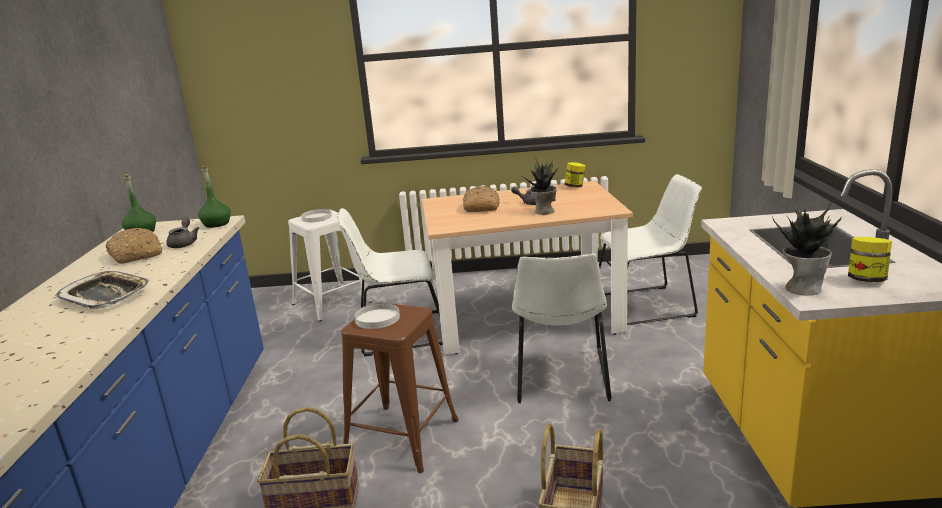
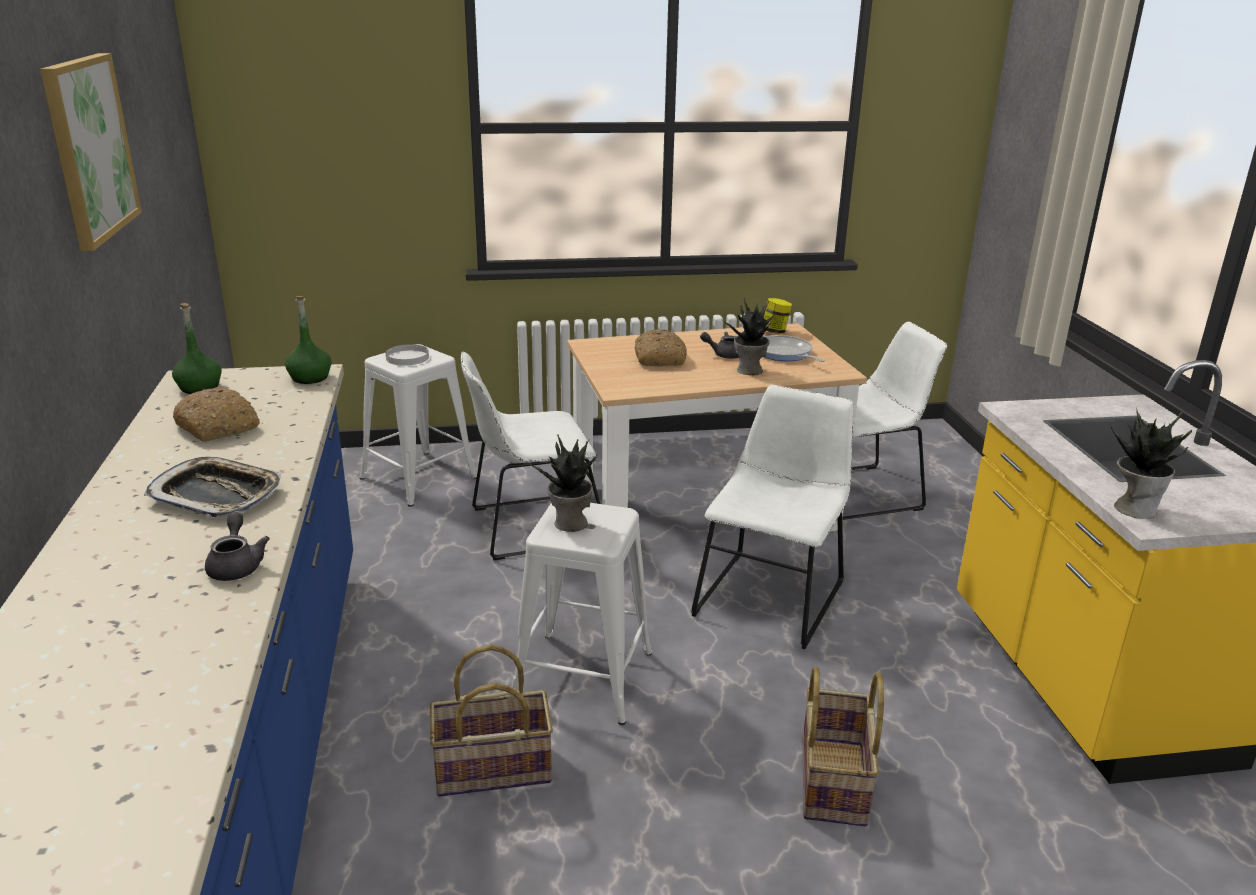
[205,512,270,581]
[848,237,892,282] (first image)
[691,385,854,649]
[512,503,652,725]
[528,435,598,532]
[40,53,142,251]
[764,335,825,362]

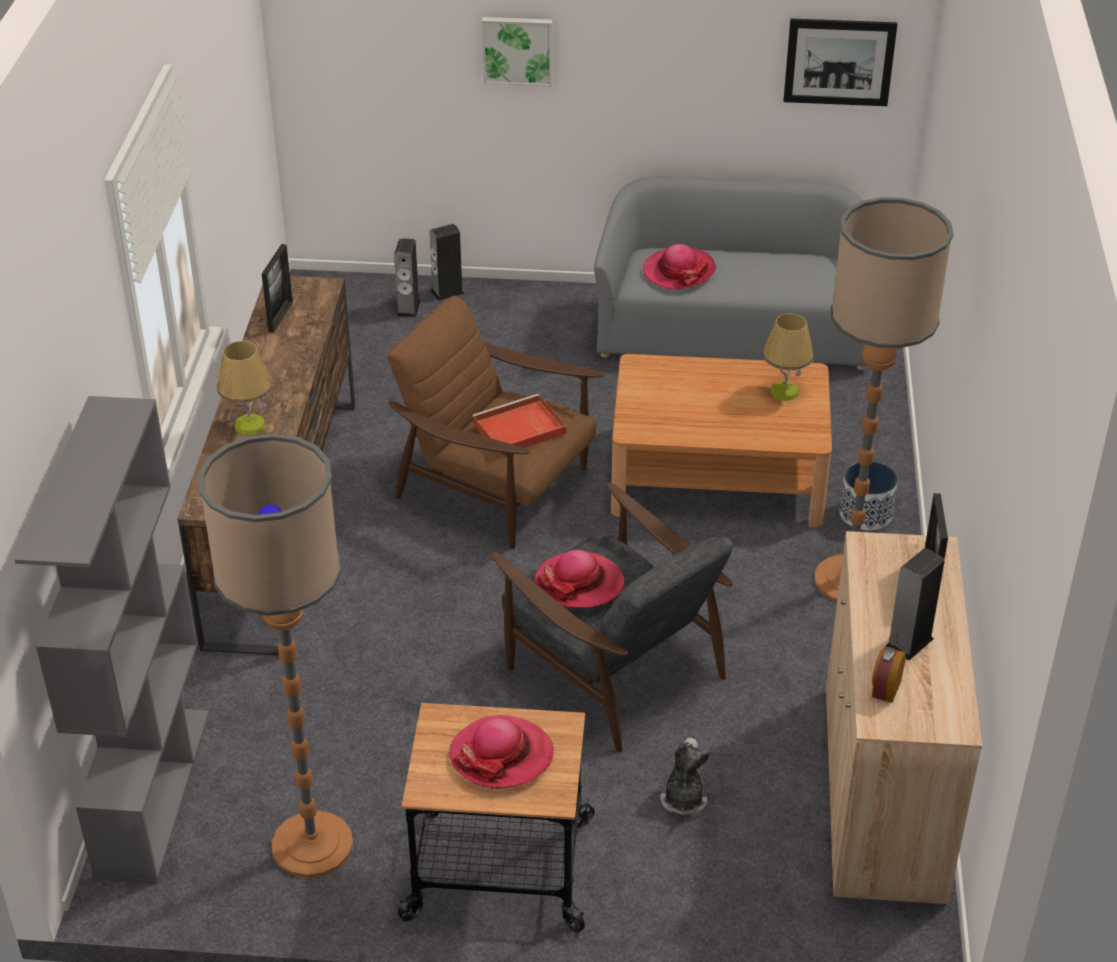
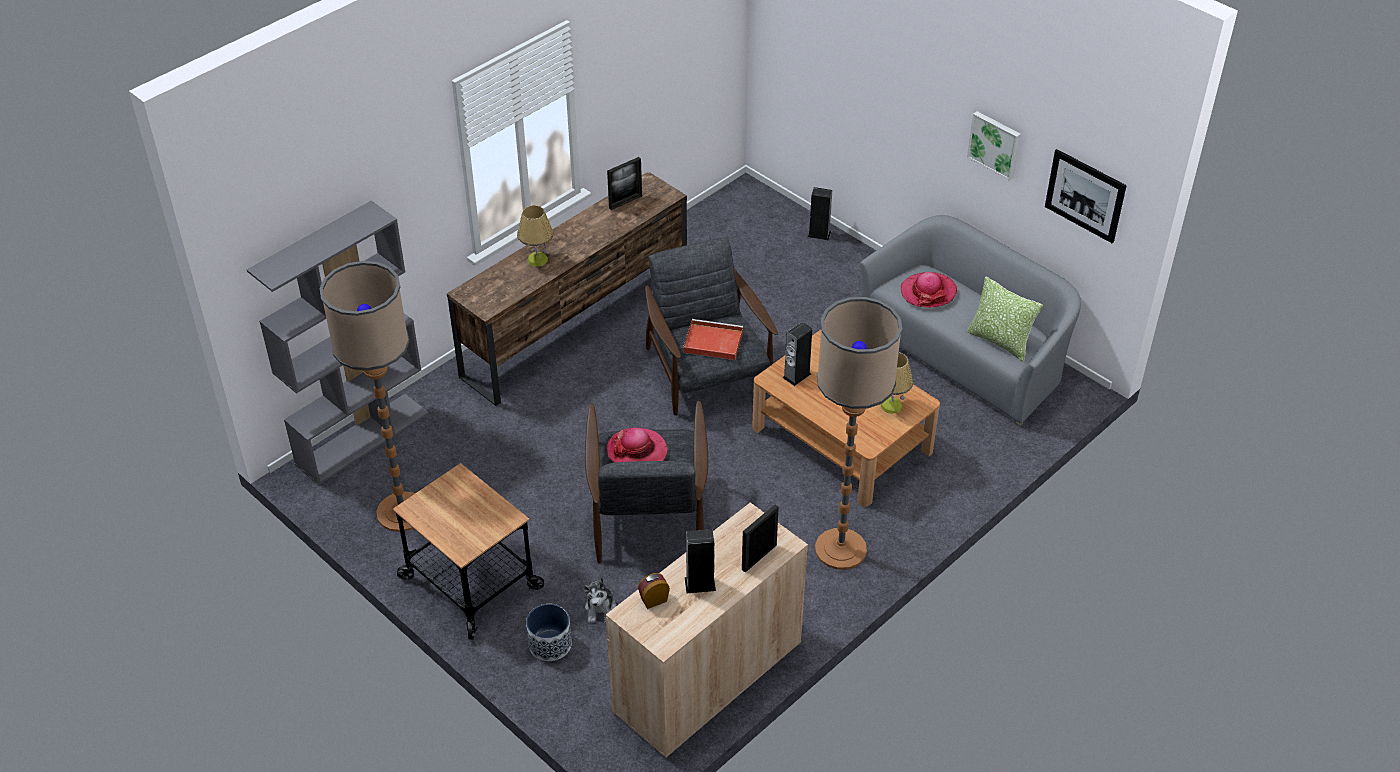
[967,111,1021,181]
[783,322,812,386]
[645,238,778,415]
[526,604,572,661]
[449,715,554,790] (first image)
[582,576,616,623]
[967,276,1043,361]

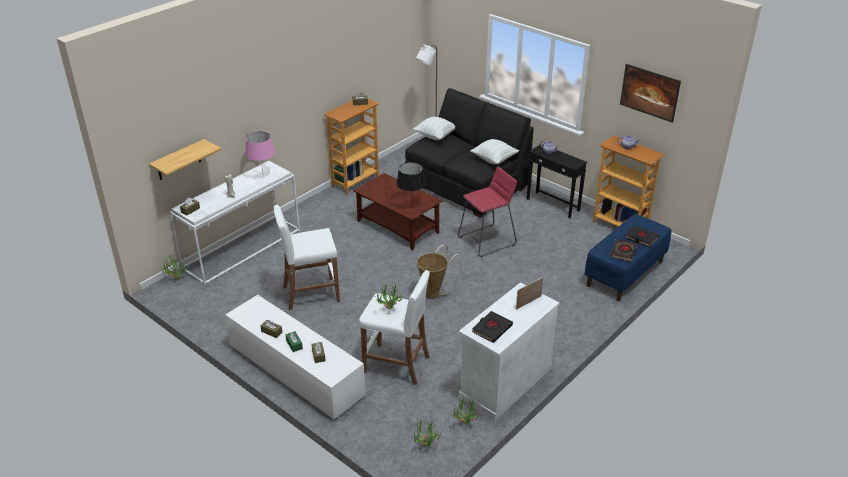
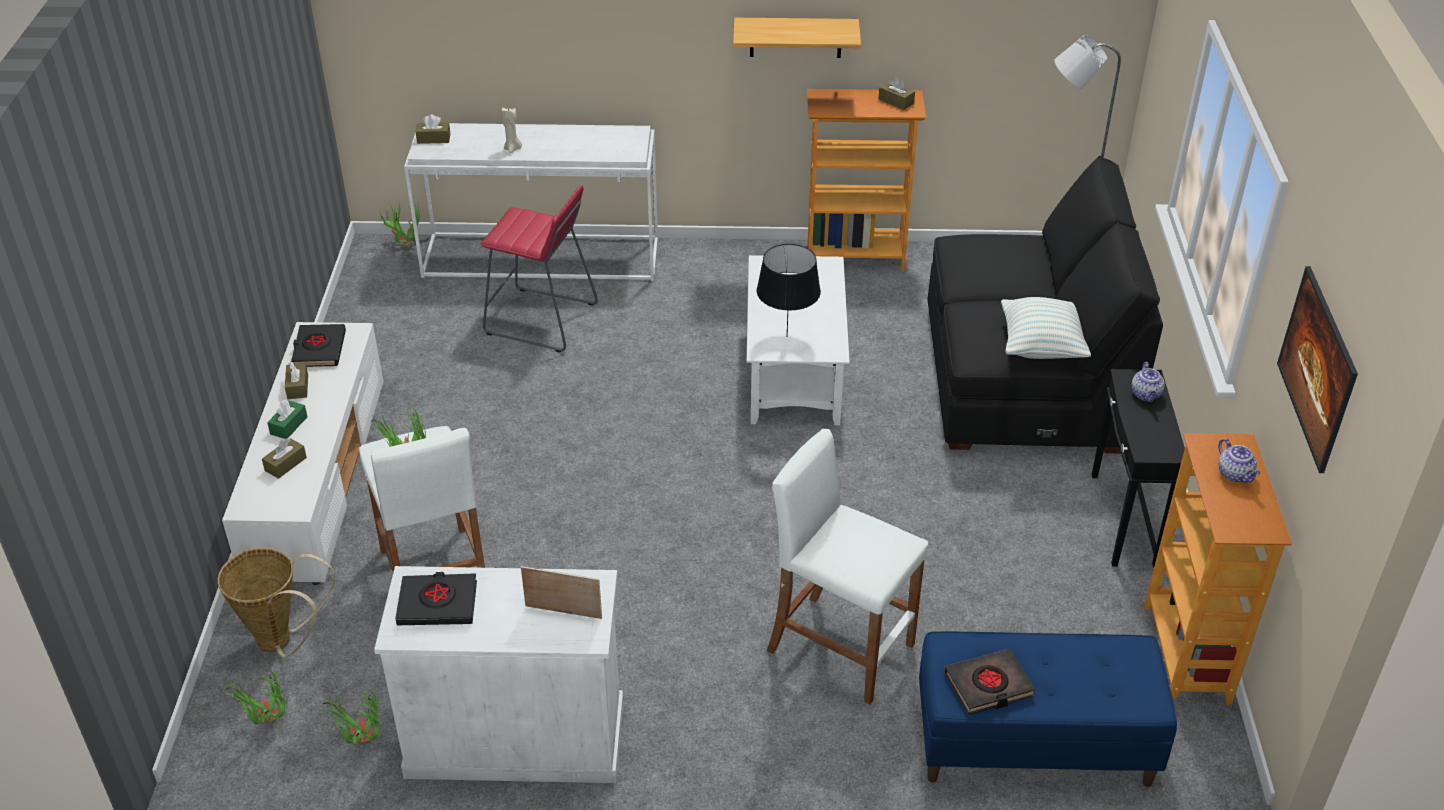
[413,116,455,140] (first image)
[245,131,275,172] (first image)
[733,18,861,58]
[480,185,598,353]
[747,255,850,426]
[767,429,928,704]
[291,324,346,367]
[218,548,335,657]

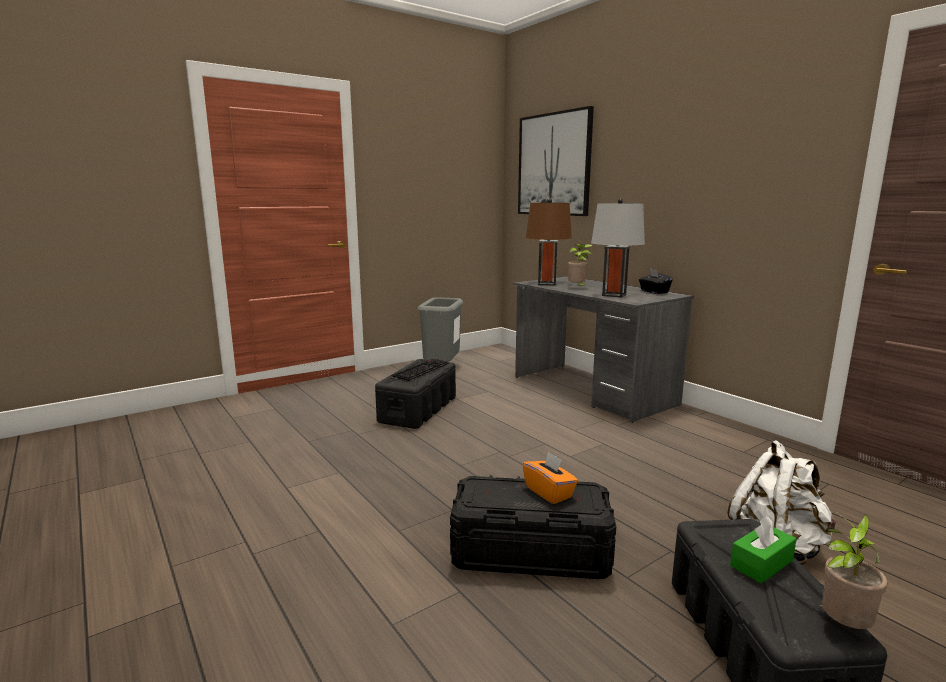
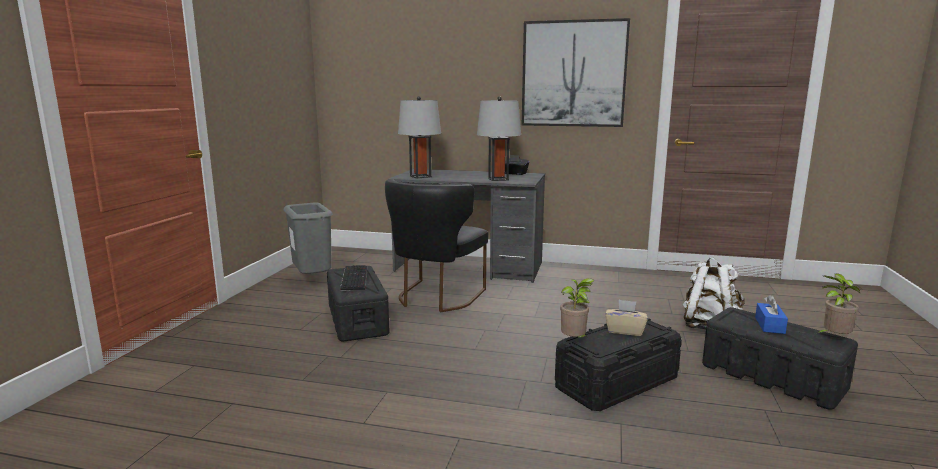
[522,18,630,127]
[398,96,441,179]
[560,278,595,338]
[605,300,648,336]
[755,295,788,334]
[385,179,488,312]

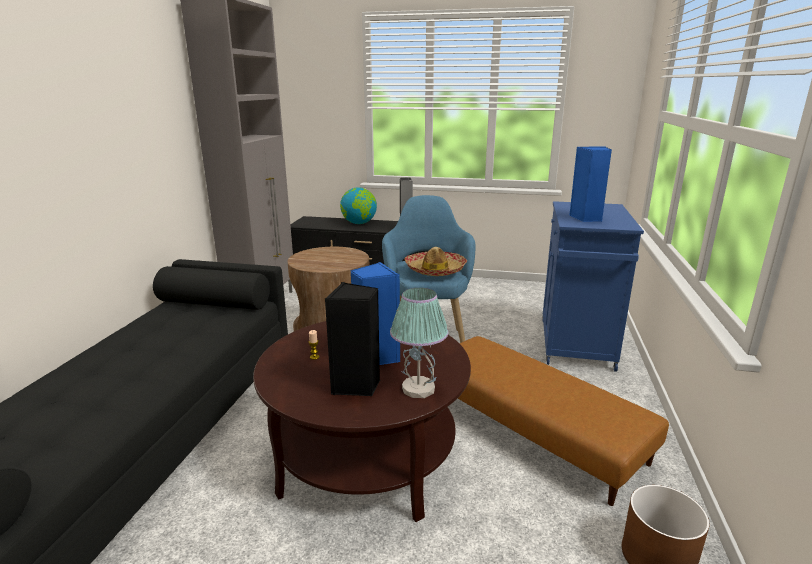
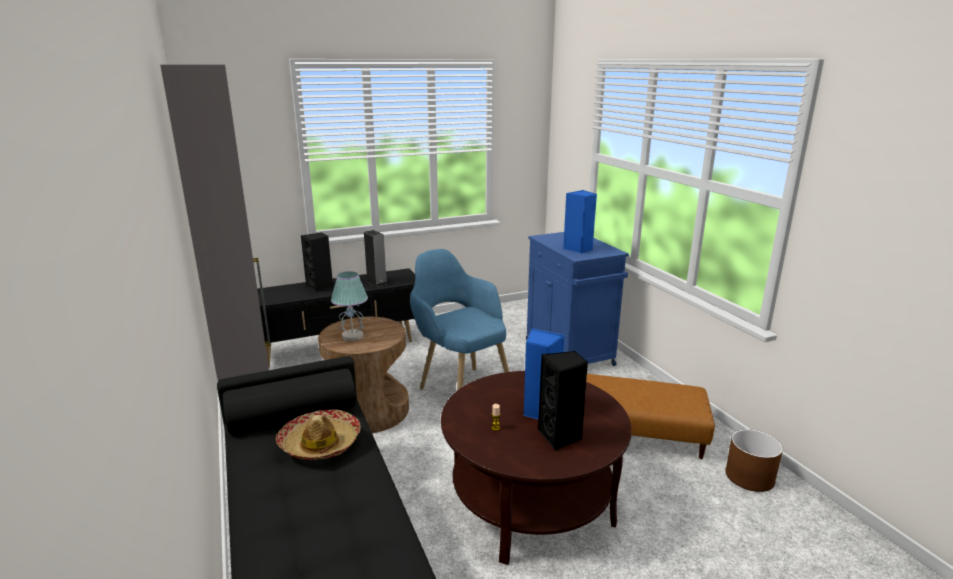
[301,233,333,292]
[276,410,361,460]
[331,271,368,341]

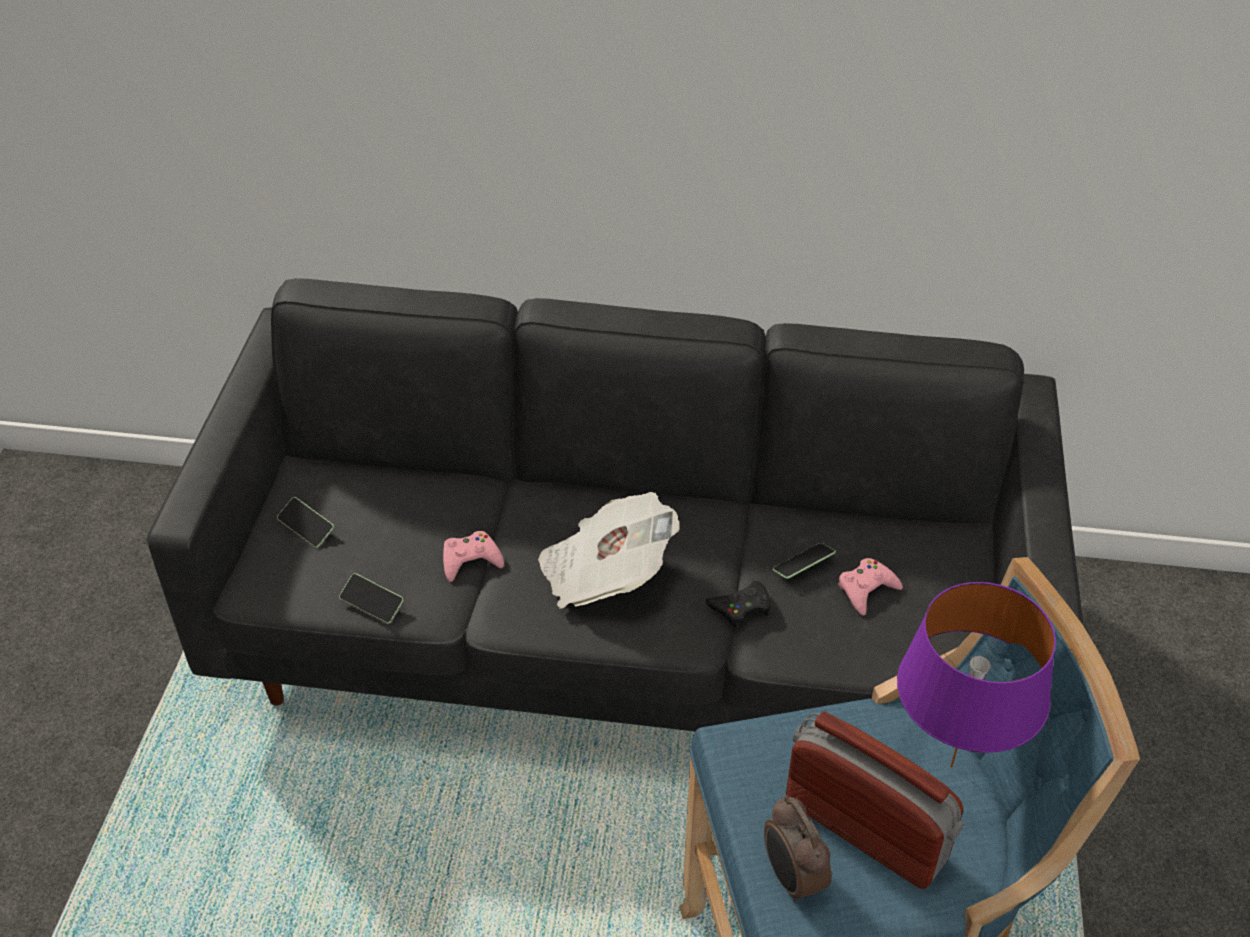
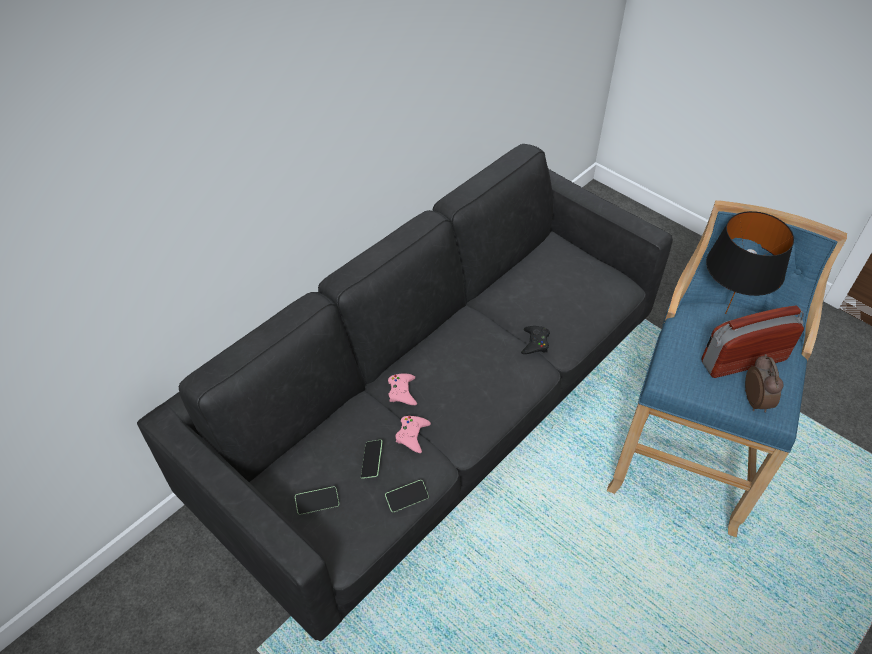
[538,492,680,609] (first image)
[361,440,383,479]
[388,373,417,405]
[706,211,794,314]
[745,354,784,413]

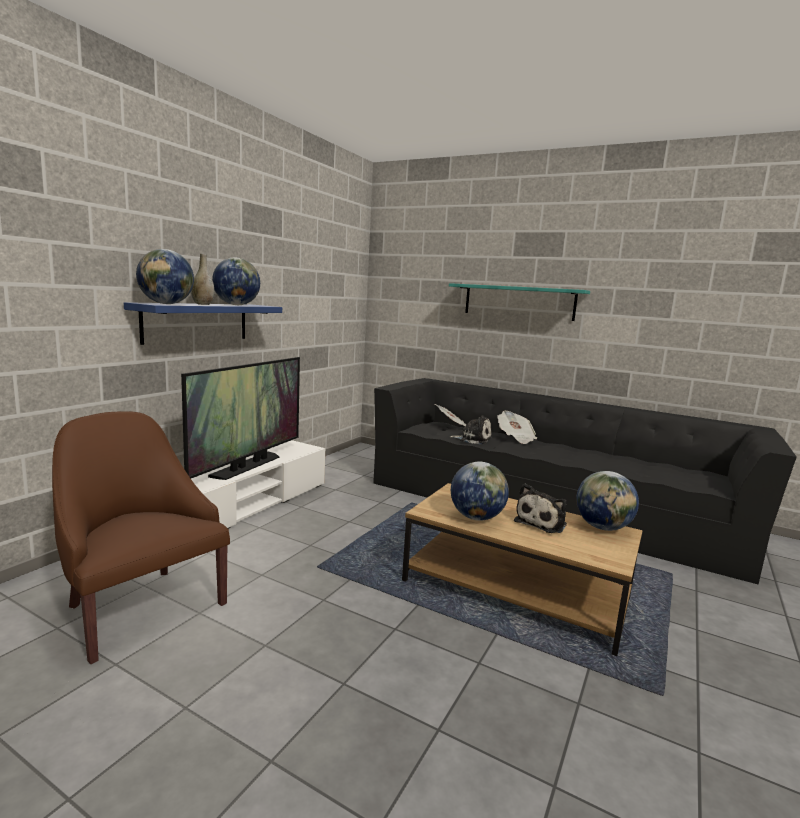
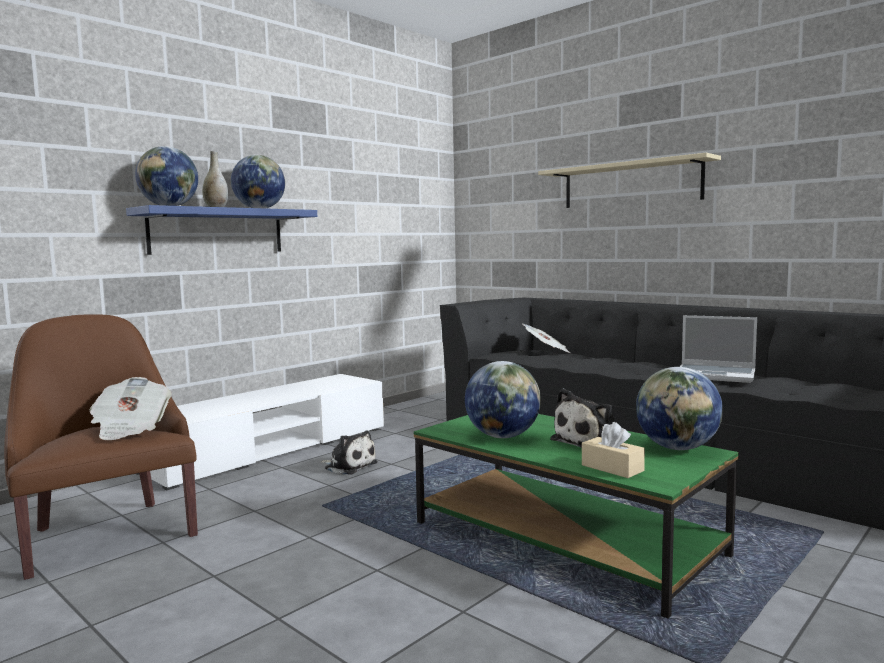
[538,153,721,208]
[181,357,300,480] (first image)
[89,377,172,440]
[321,431,378,474]
[414,414,739,619]
[680,315,757,383]
[582,422,645,478]

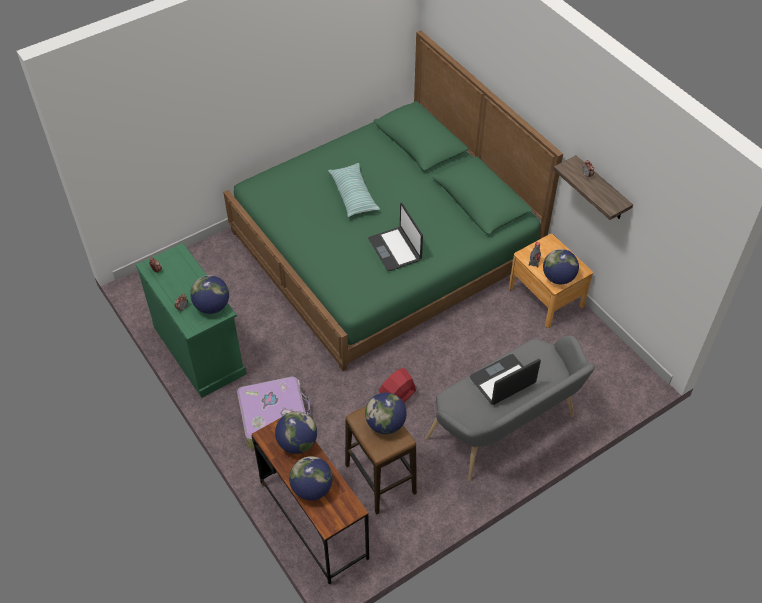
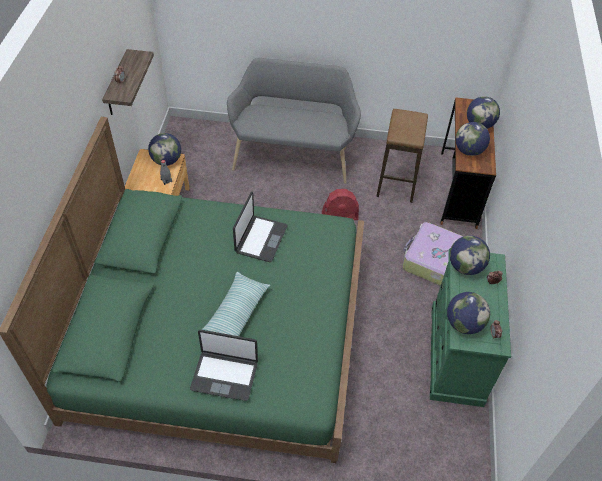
[190,330,258,401]
[447,292,490,334]

